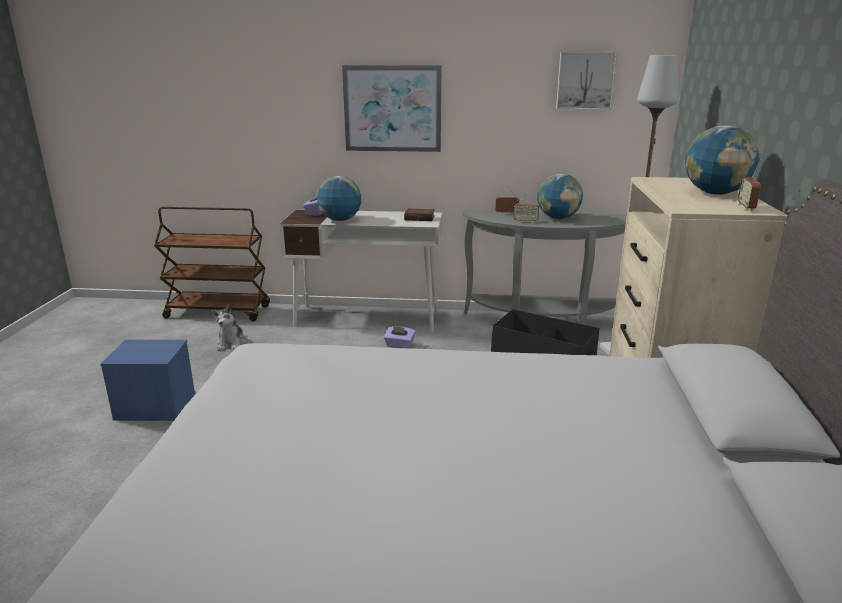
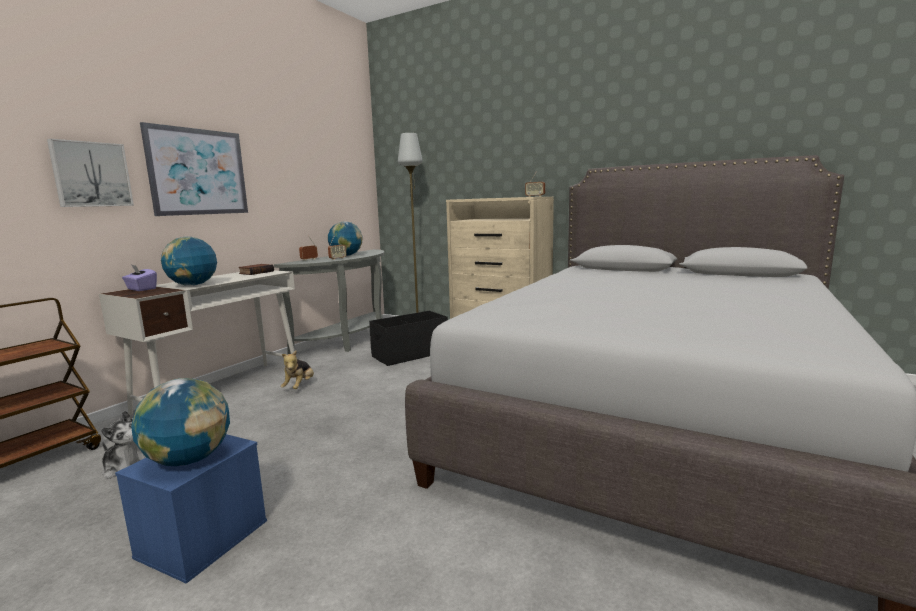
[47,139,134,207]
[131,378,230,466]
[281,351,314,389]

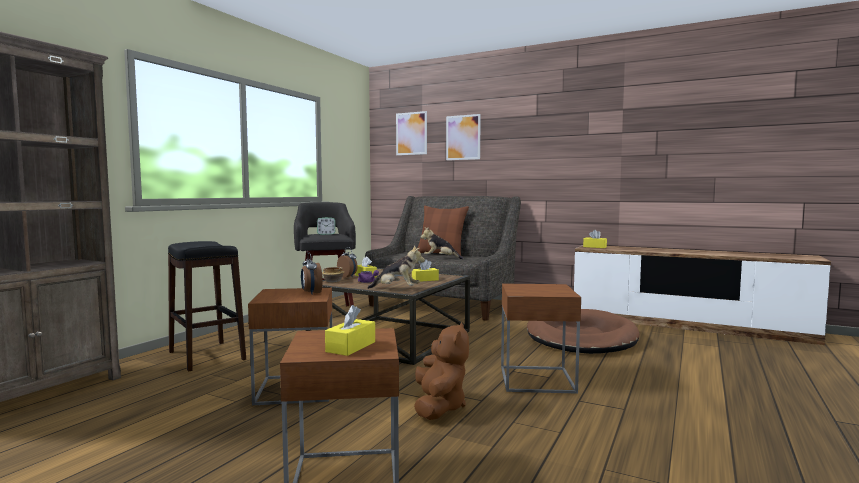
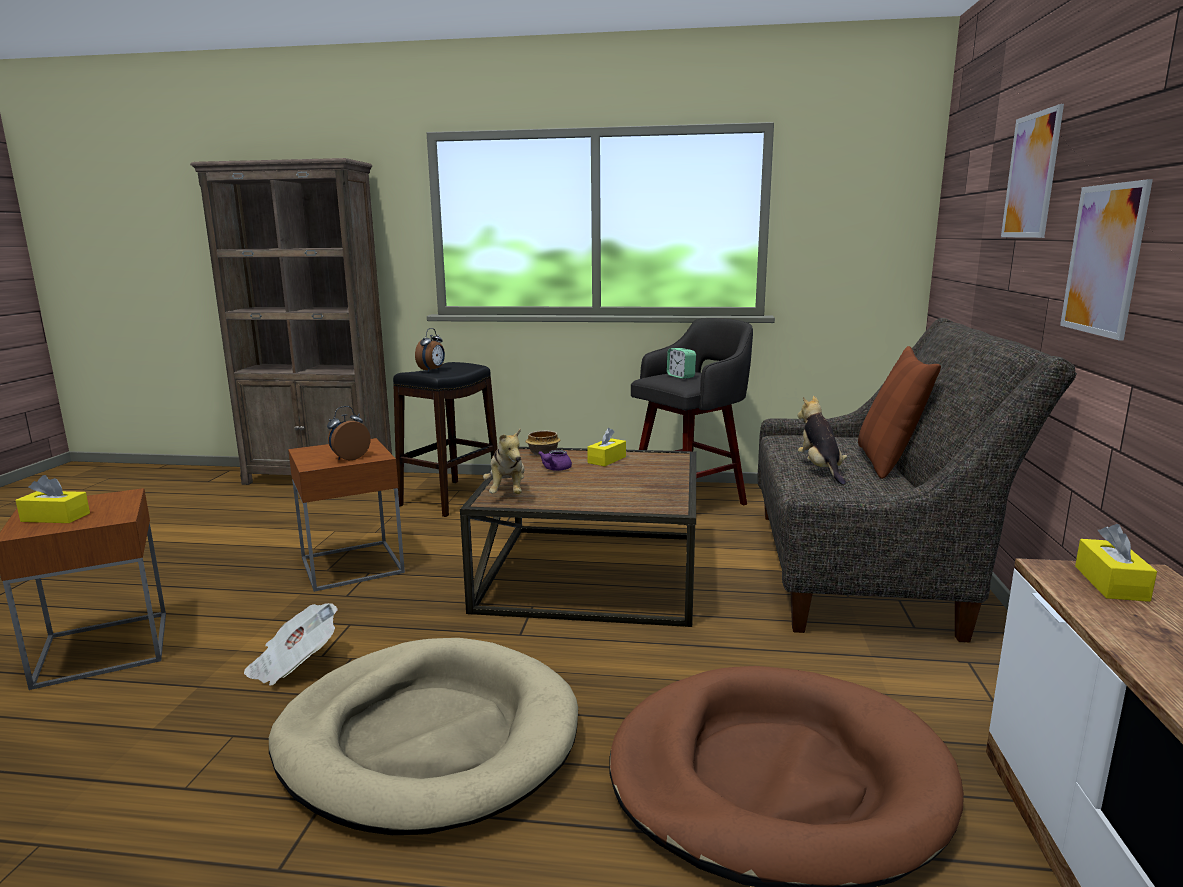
[1060,179,1153,340]
[415,328,445,372]
[412,259,439,282] (first image)
[269,638,578,835]
[244,603,338,686]

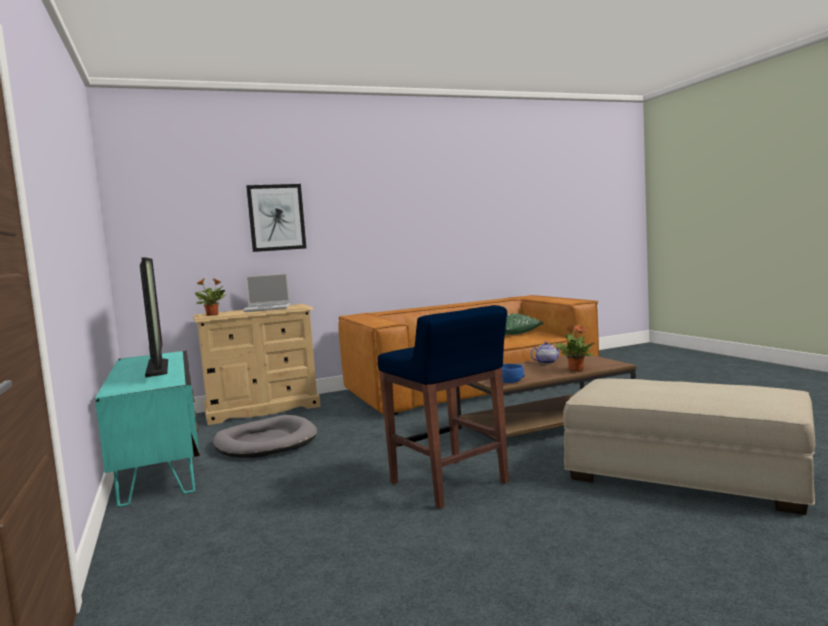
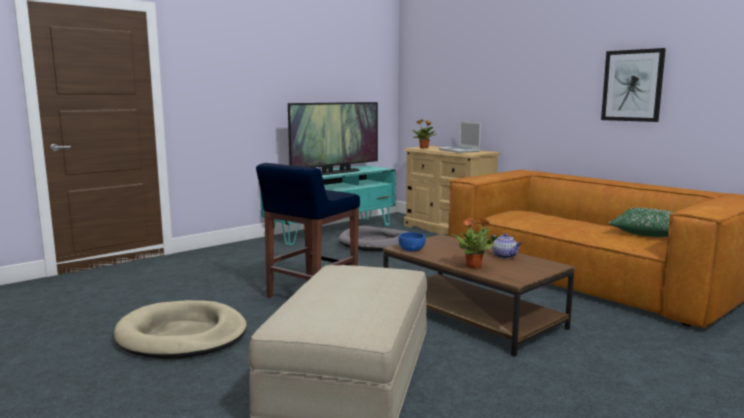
[601,48,666,122]
[114,300,247,359]

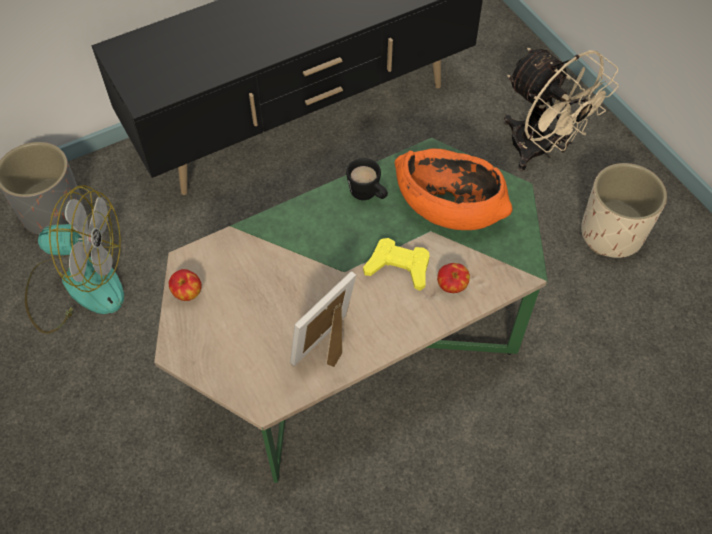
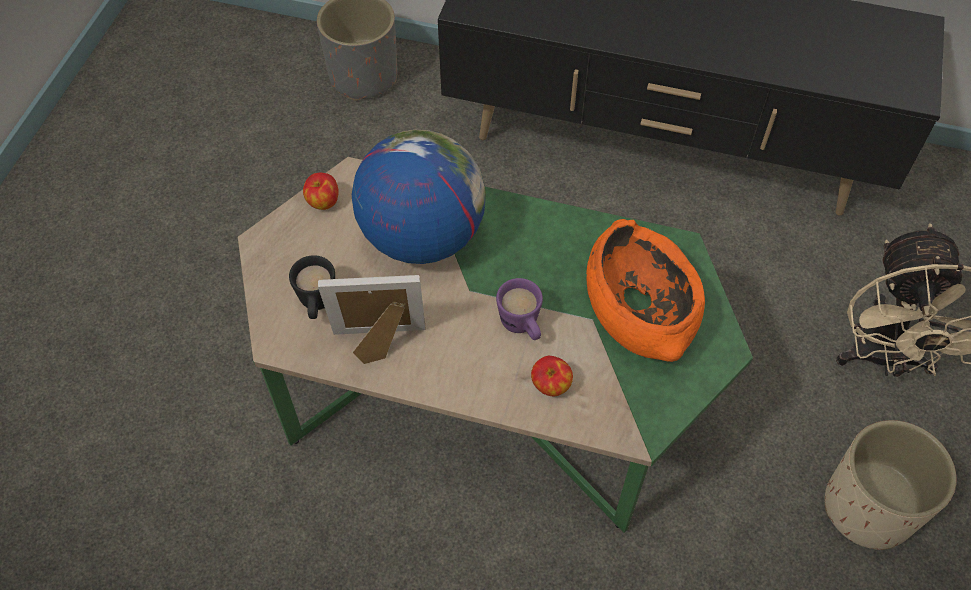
[289,255,335,319]
[25,185,124,334] (first image)
[496,278,543,340]
[352,130,486,264]

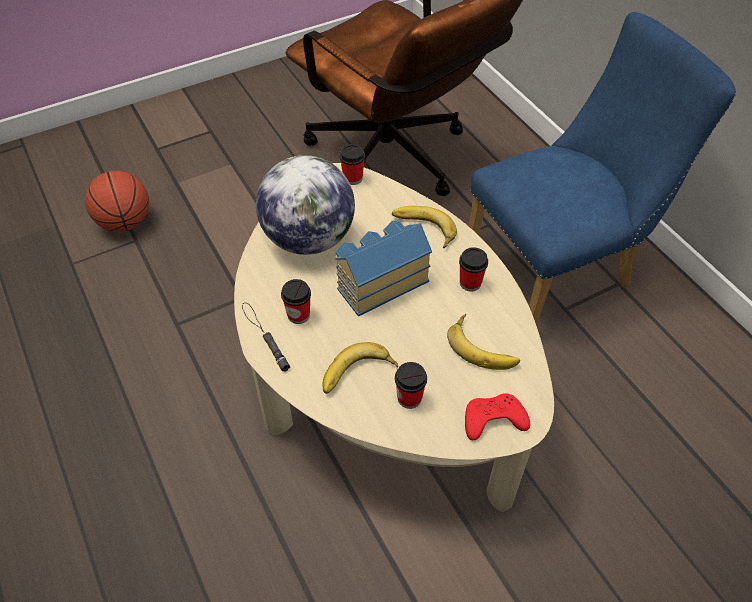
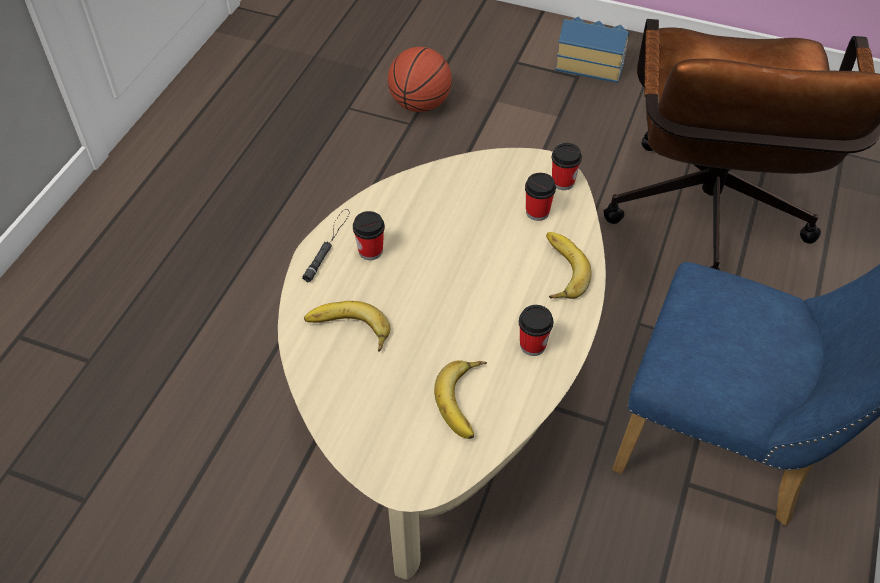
[256,155,355,255] (first image)
[555,17,629,83]
[525,173,556,221]
[465,393,530,440] (first image)

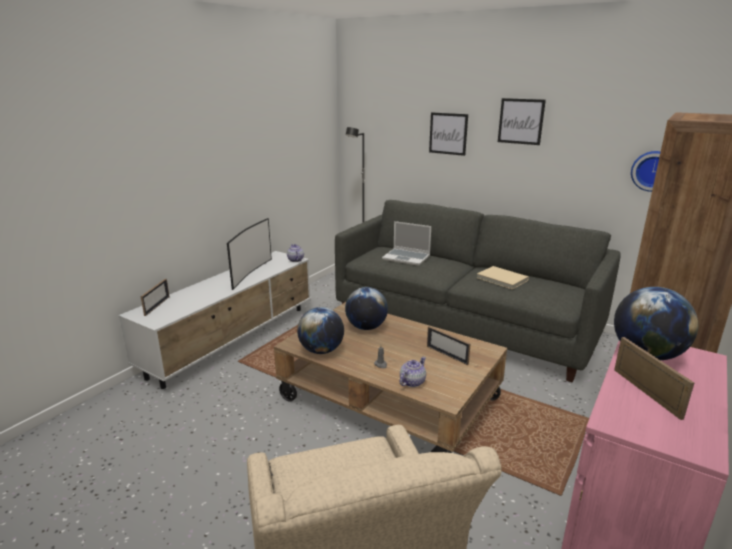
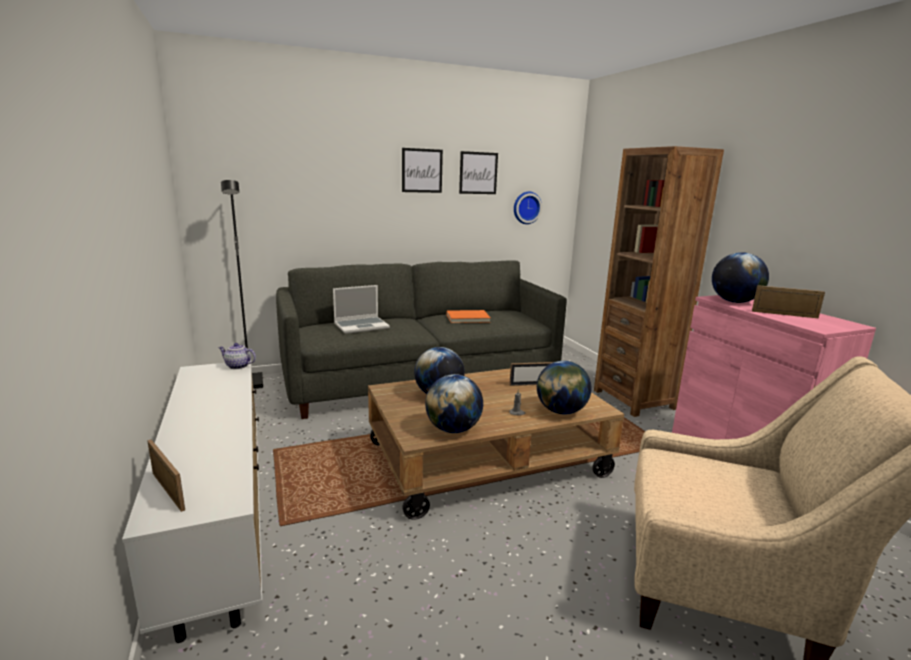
[459,151,498,194]
[227,218,272,290] (first image)
[447,310,490,323]
[537,361,592,415]

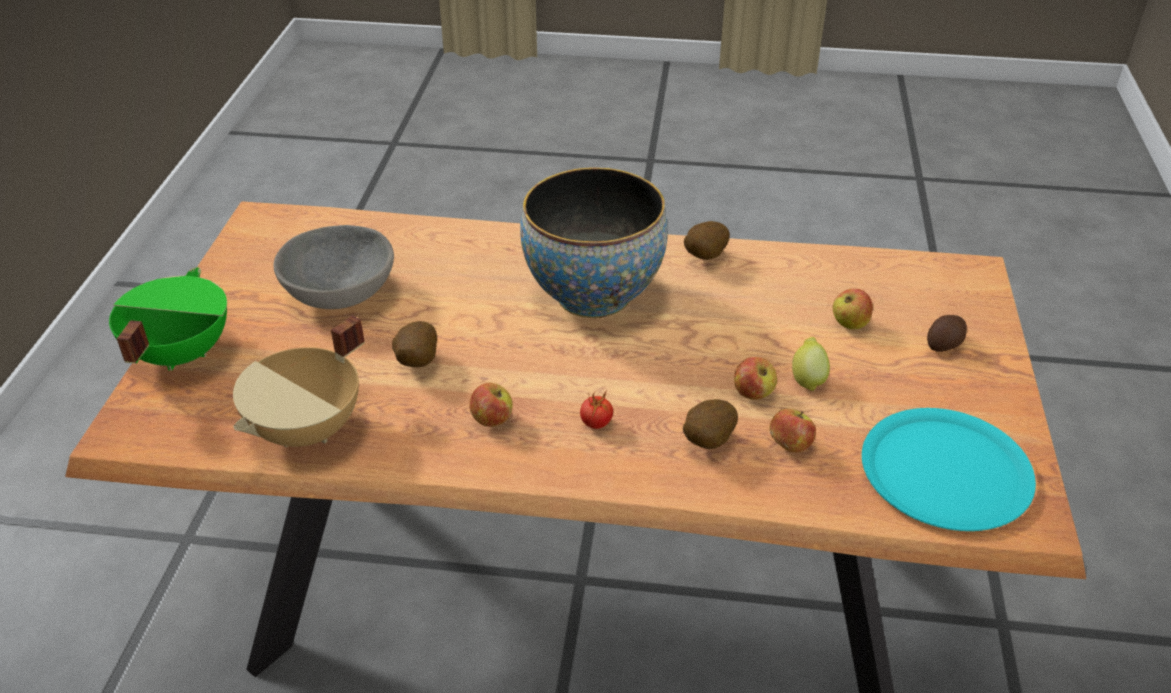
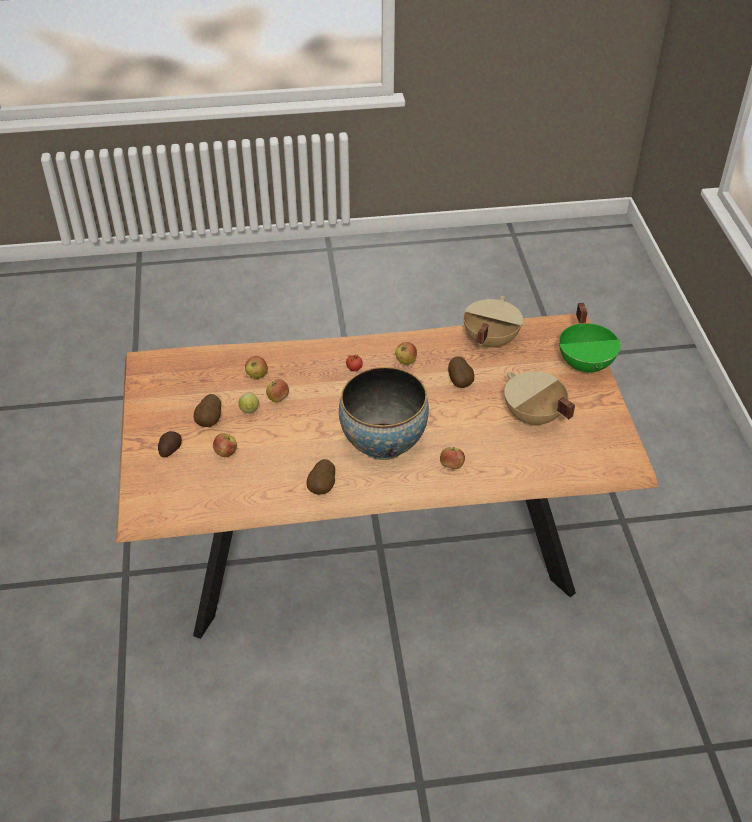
[504,371,575,425]
[194,394,221,427]
[862,408,1036,531] (first image)
[440,447,465,469]

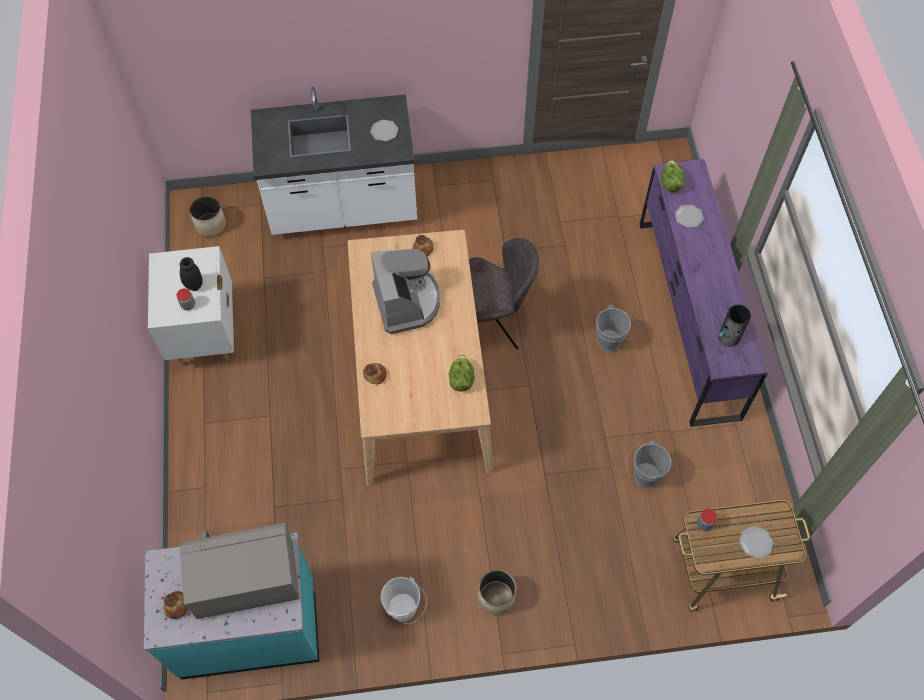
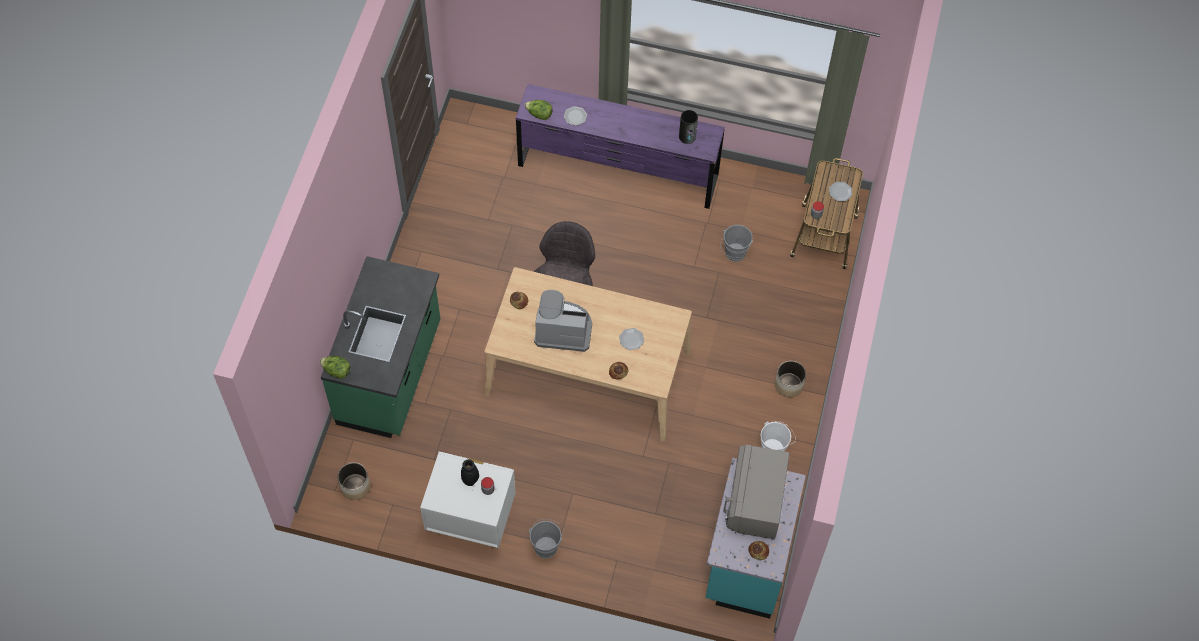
[321,256,440,438]
[619,328,644,350]
[529,519,564,559]
[320,356,350,379]

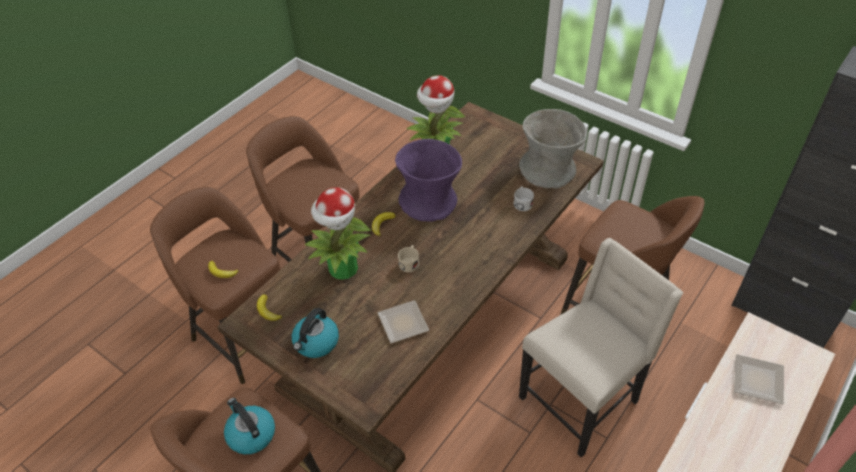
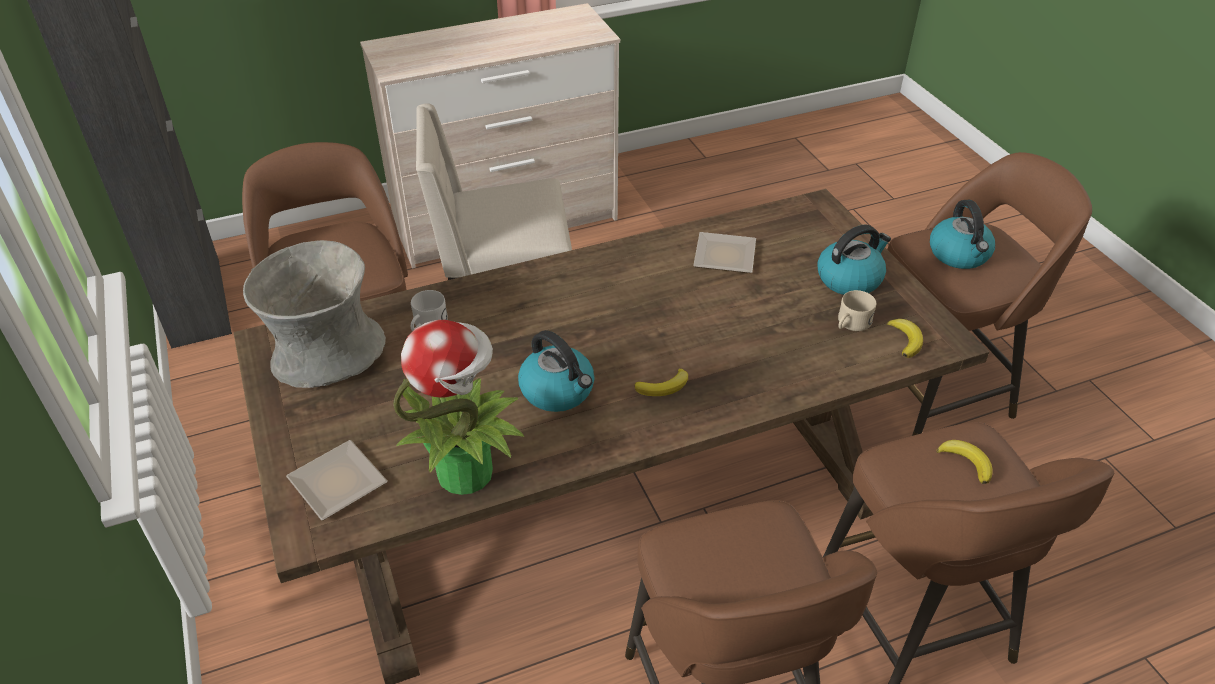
[518,330,594,412]
[305,187,371,280] (first image)
[838,290,876,331]
[286,440,387,520]

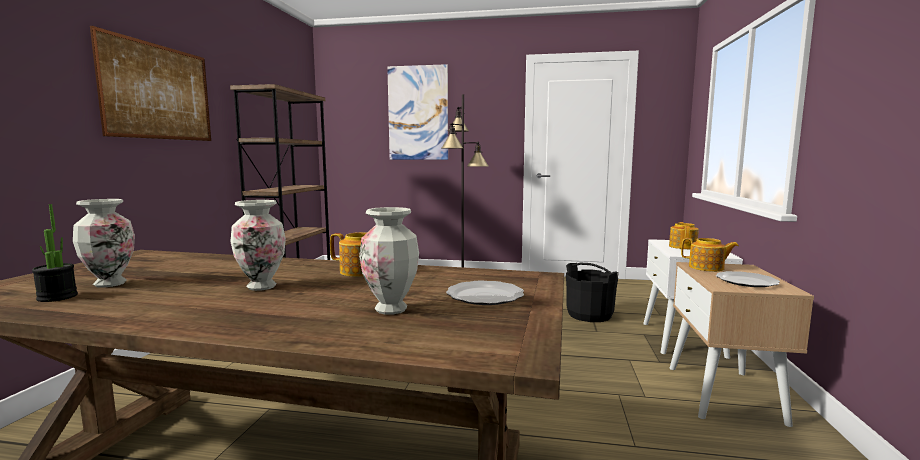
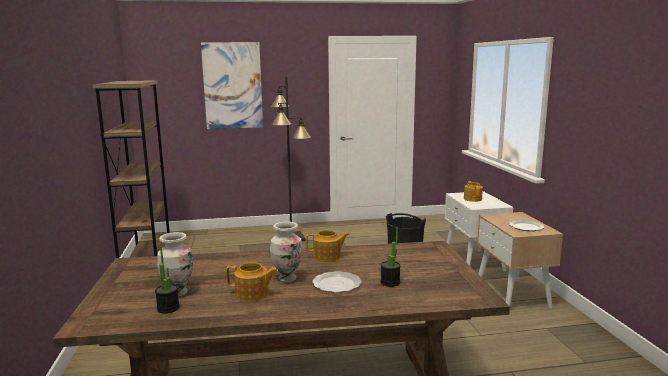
[90,26,211,141] (first image)
[381,228,401,287]
[226,262,278,302]
[312,271,362,293]

